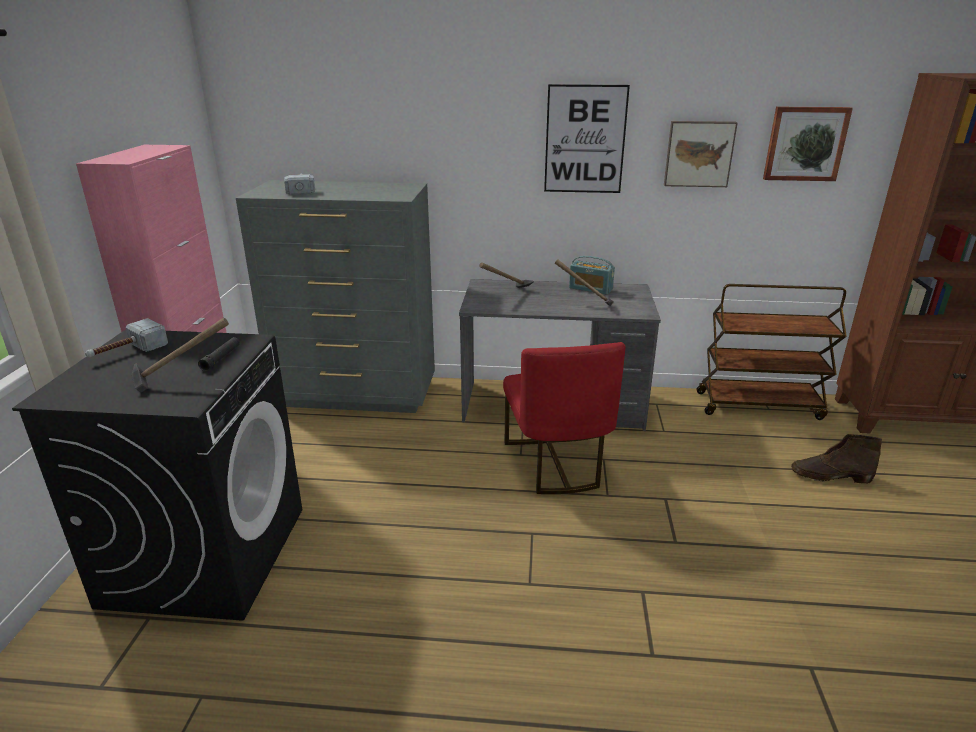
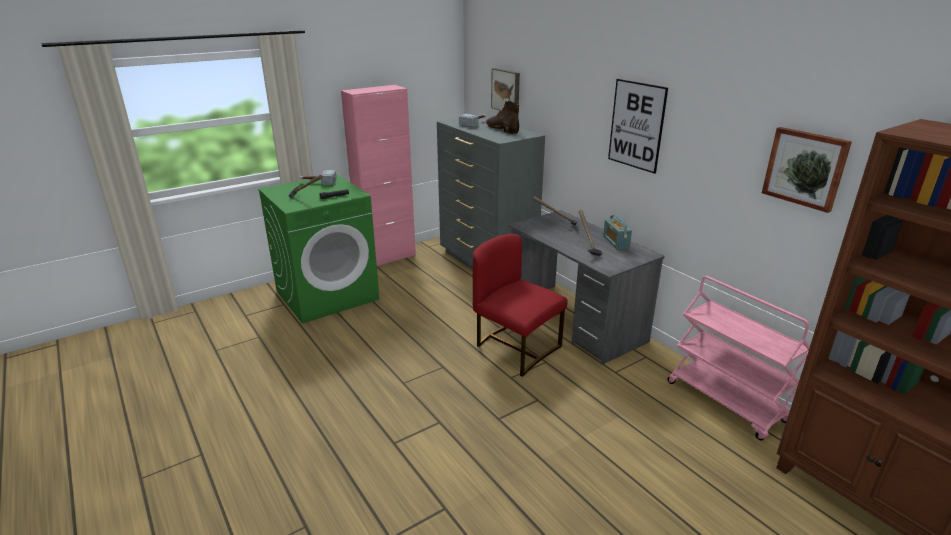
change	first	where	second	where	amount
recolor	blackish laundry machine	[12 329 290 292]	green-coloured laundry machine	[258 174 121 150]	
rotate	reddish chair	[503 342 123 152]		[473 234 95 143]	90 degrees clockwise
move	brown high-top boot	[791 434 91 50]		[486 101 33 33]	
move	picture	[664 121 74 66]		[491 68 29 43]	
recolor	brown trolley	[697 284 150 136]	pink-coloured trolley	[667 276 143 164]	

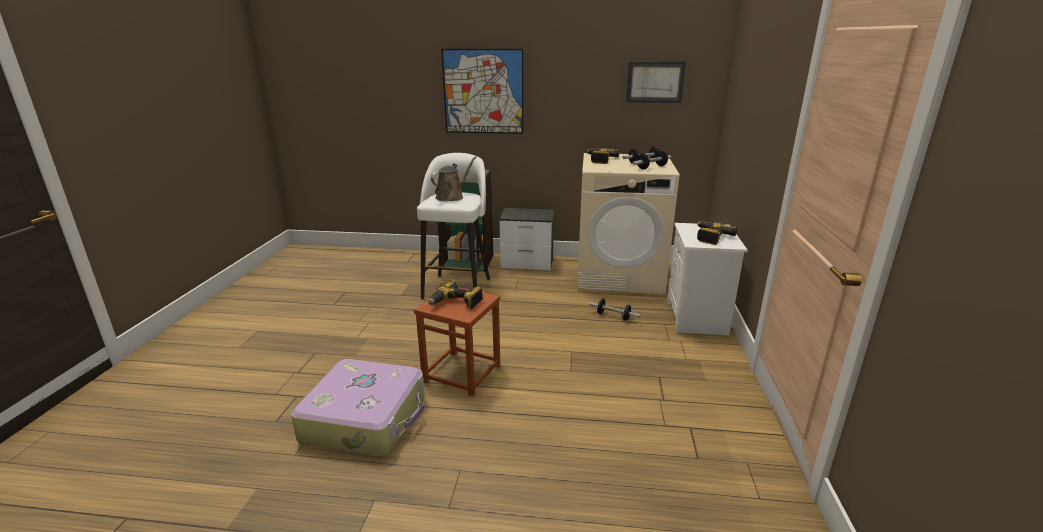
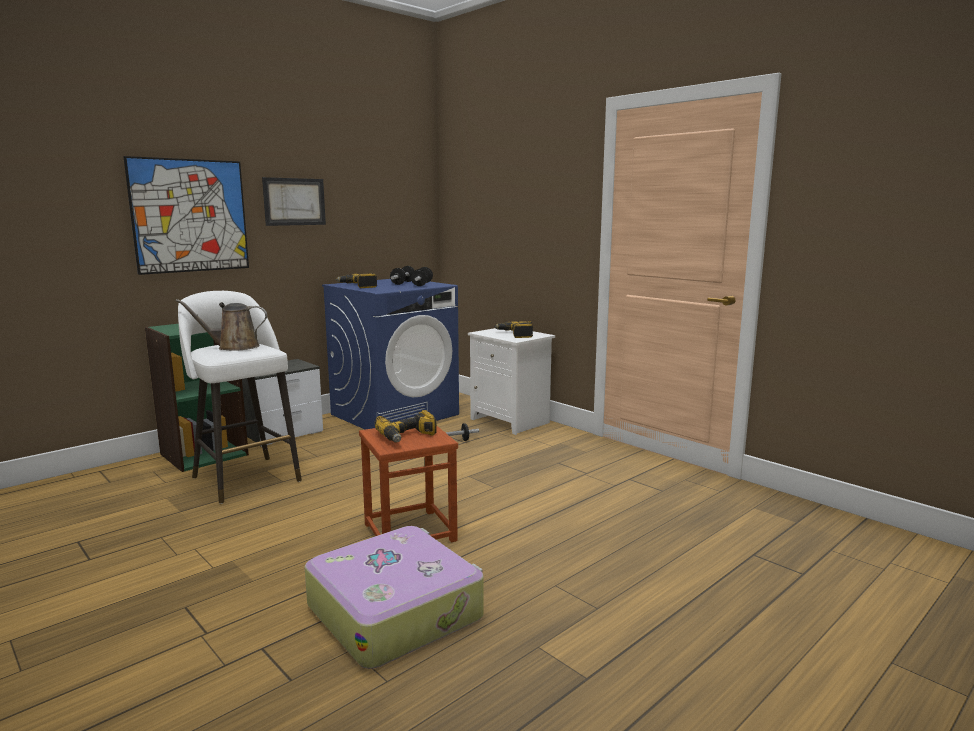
change	first	where	second	where	amount
rotate	brown watering can	[431 156 46 46]		[176 299 91 52]	90 degrees counterclockwise
move	picture	[626 62 60 41]		[262 177 64 49]	
recolor	beige laundry machine	[577 153 103 141]	blue-coloured laundry machine	[322 279 137 151]	

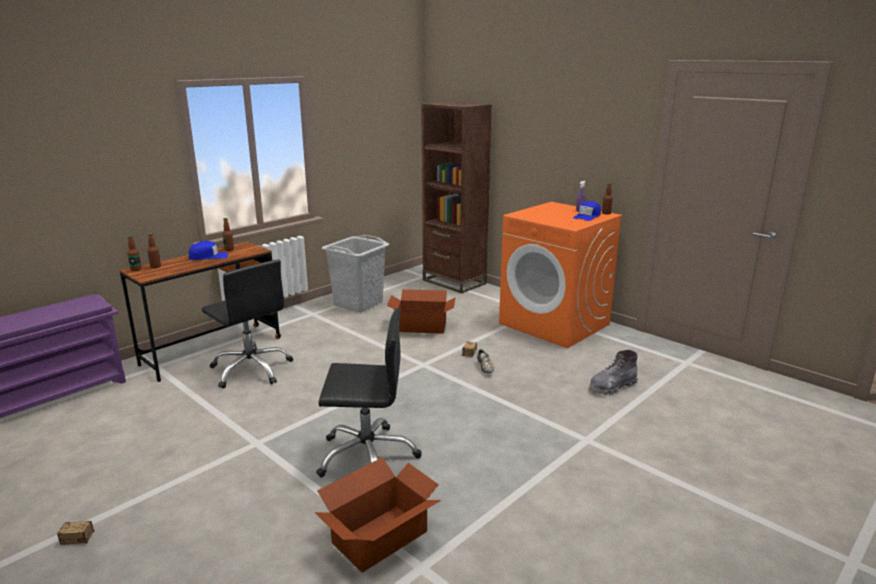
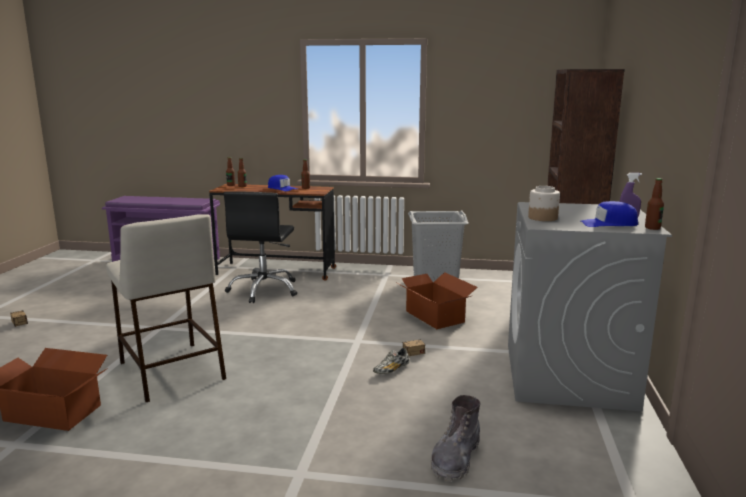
change	first	where	second	where	amount
replace	blackish office chair	[316 308 105 170]	beige stool	[106 214 120 188]	
rotate	gray high-top boot	[589 350 49 45]		[431 395 49 87]	90 degrees counterclockwise
recolor	orange laundry machine	[499 202 124 146]	gray laundry machine	[508 202 164 209]	
insert			preserve jar	[528 186 32 35]	

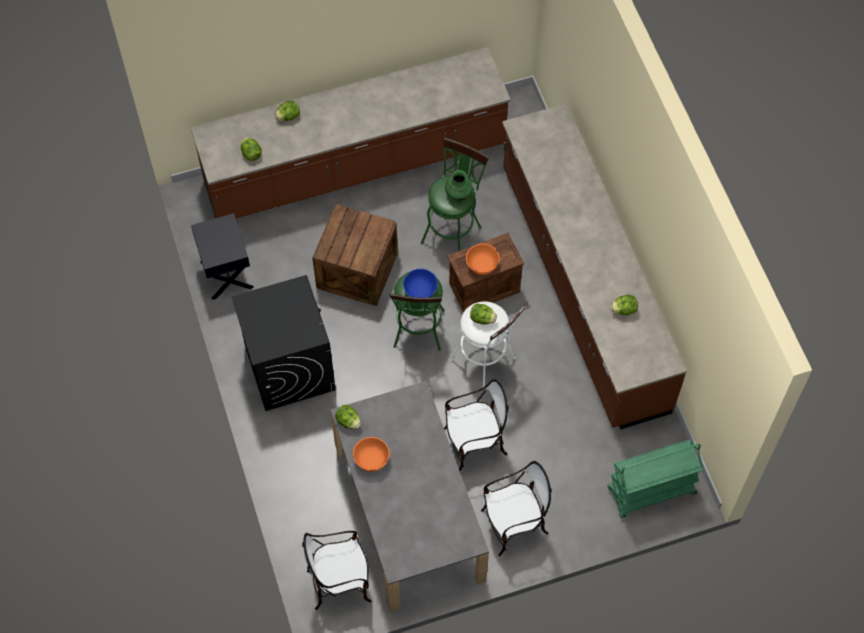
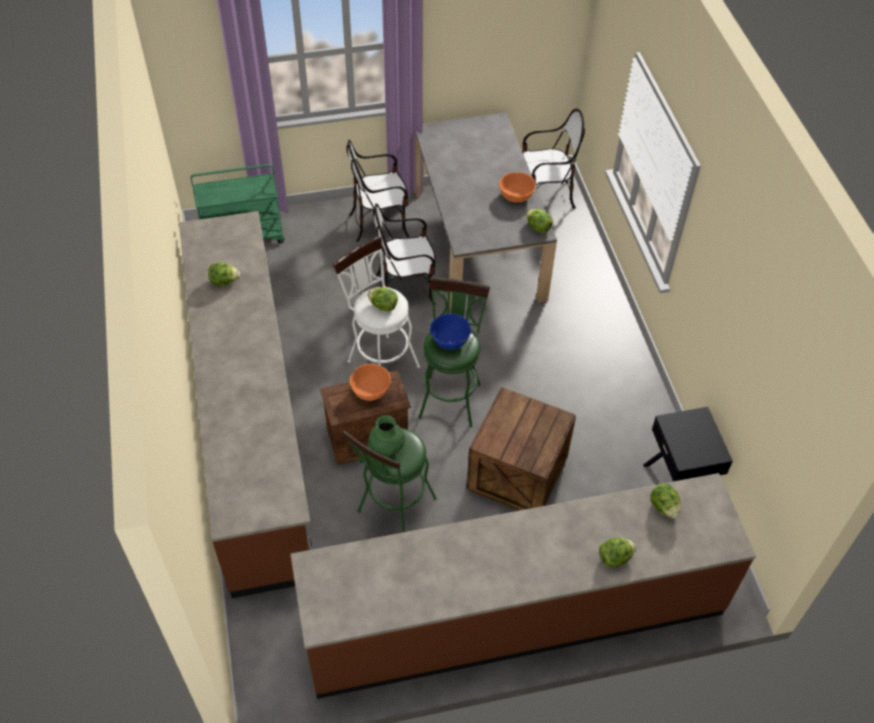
change	first	where	second	where	amount
delete	blackish laundry machine	[231 275 105 136]			

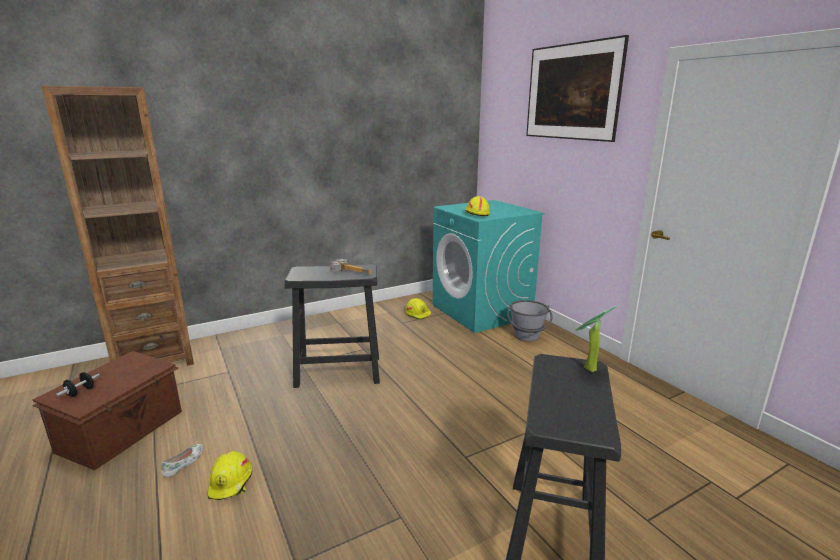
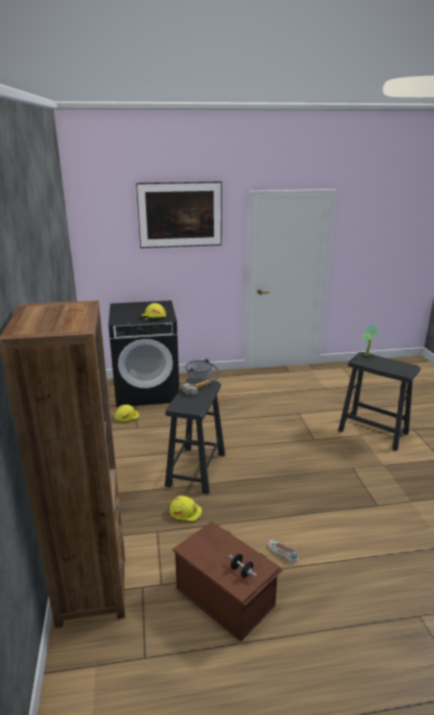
change	first	where	second	where	amount
recolor	blue-green laundry machine	[433 200 112 133]	blackish laundry machine	[108 300 71 107]	
move	yellow-coloured safety helmet	[208 451 44 49]		[169 496 33 27]	

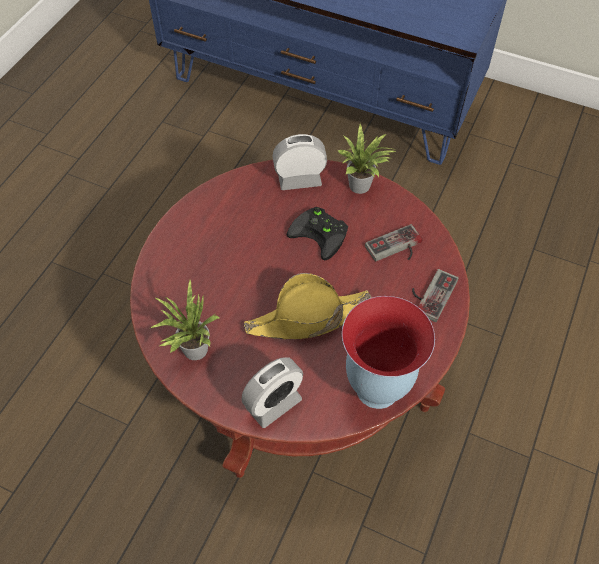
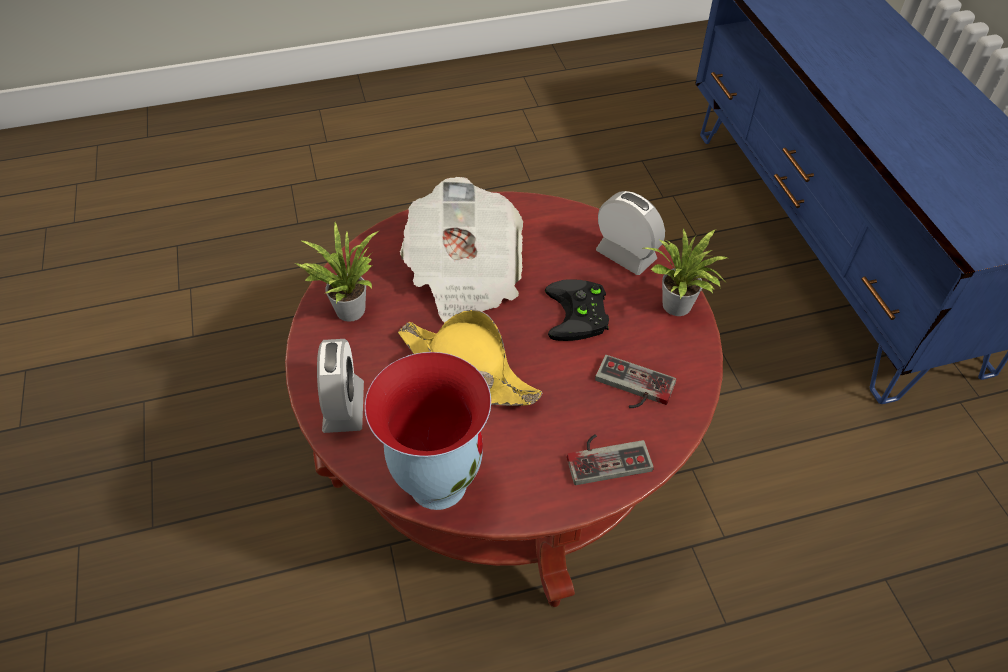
change	first	where	second	where	amount
rotate	bedside clock	[241 357 62 71]		[317 339 47 94]	105 degrees counterclockwise
insert			daily paper	[400 177 123 146]	

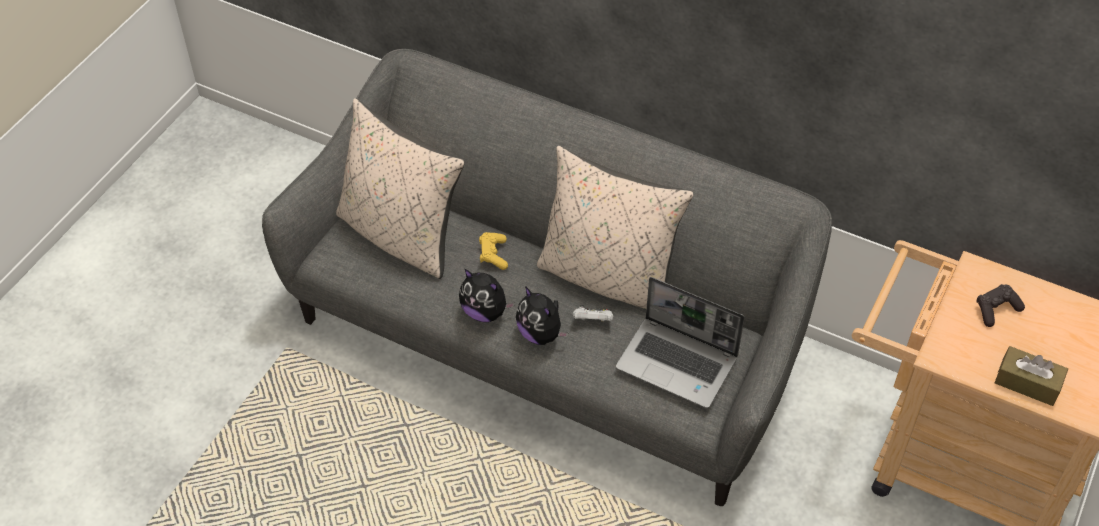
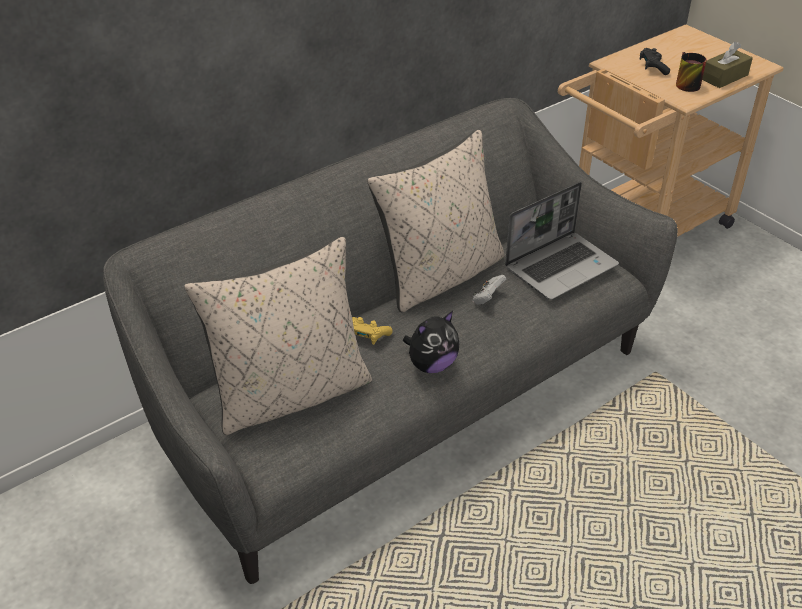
change	first	where	second	where	amount
insert			mug	[676 52 31 40]	
delete	plush toy	[516 286 52 59]			

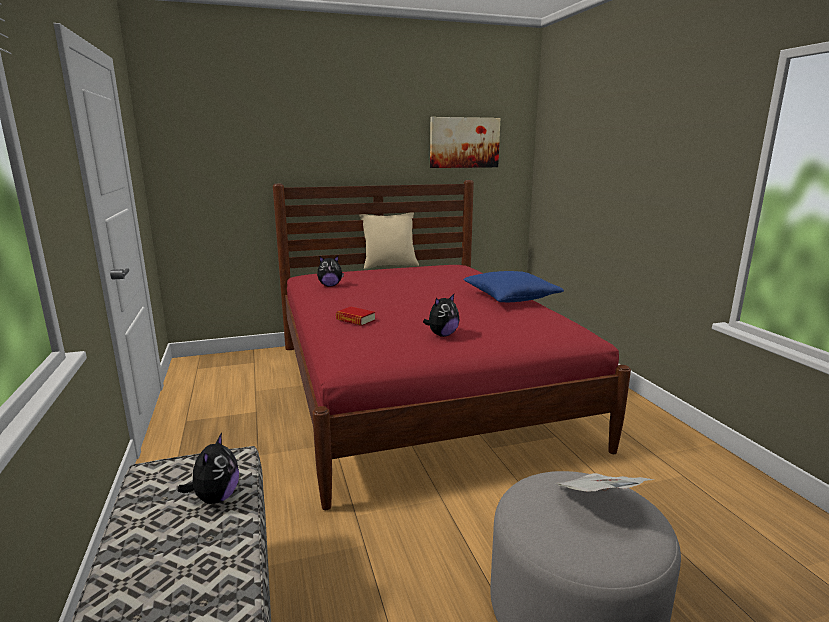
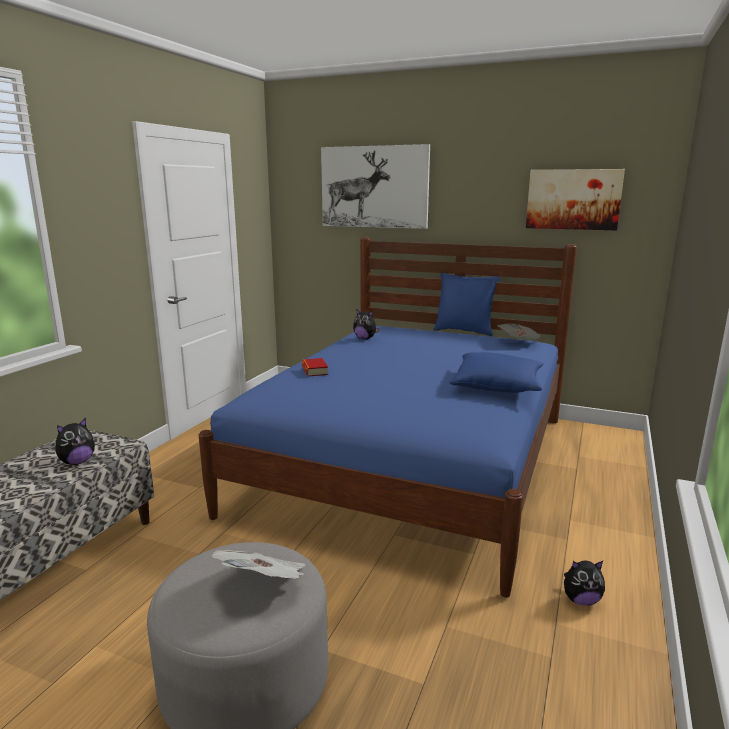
change	first	where	second	where	amount
recolor	reddish bedroom bed	[273 180 358 330]	blue-coloured bedroom bed	[199 237 378 361]	
insert			picture	[321 144 109 85]	
recolor	beige throw pillow	[359 212 60 58]	blue-coloured throw pillow	[433 273 67 63]	
insert			daily paper	[497 323 44 18]	
move	plush toy	[423 294 37 43]		[564 561 41 45]	

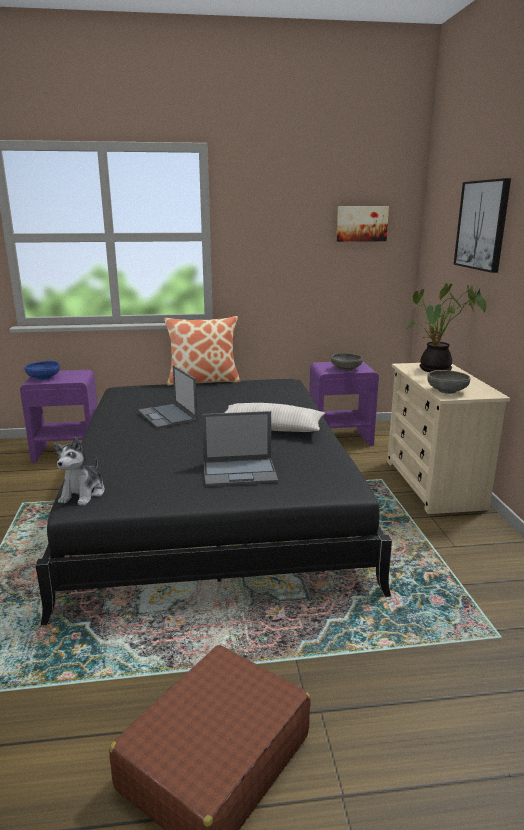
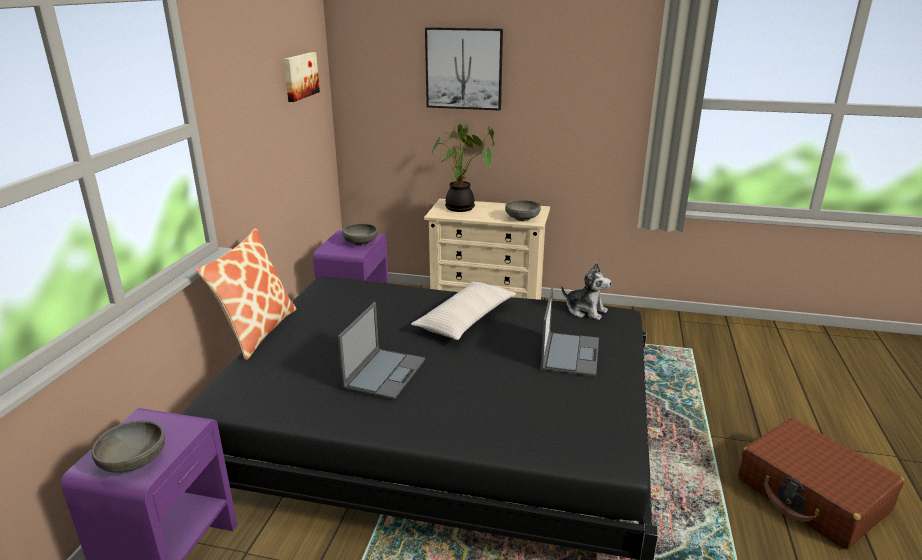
change	first	where	second	where	amount
recolor	blue-coloured serving bowl	[25 361 35 19]	gray serving bowl	[92 420 73 53]	
rotate	notebook computer	[138 365 60 64]		[338 302 87 98]	60 degrees counterclockwise
move	plush toy	[54 437 51 69]		[561 262 51 58]	

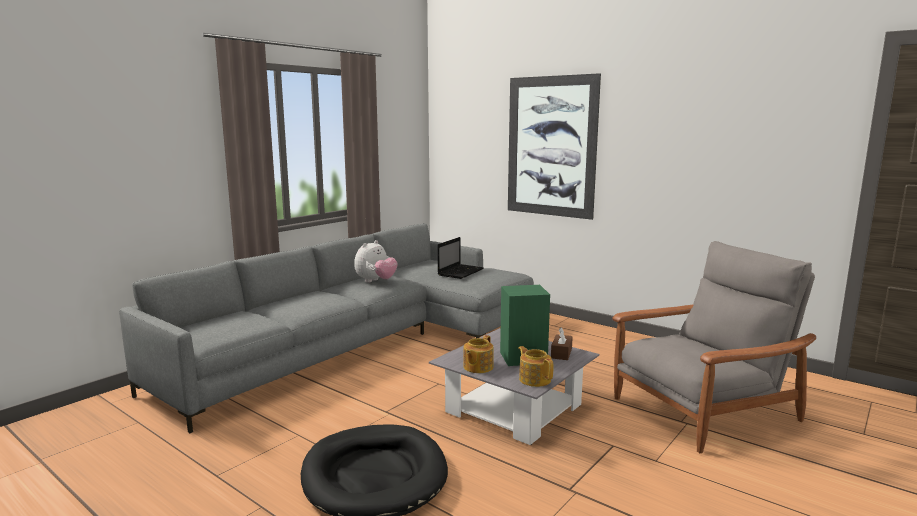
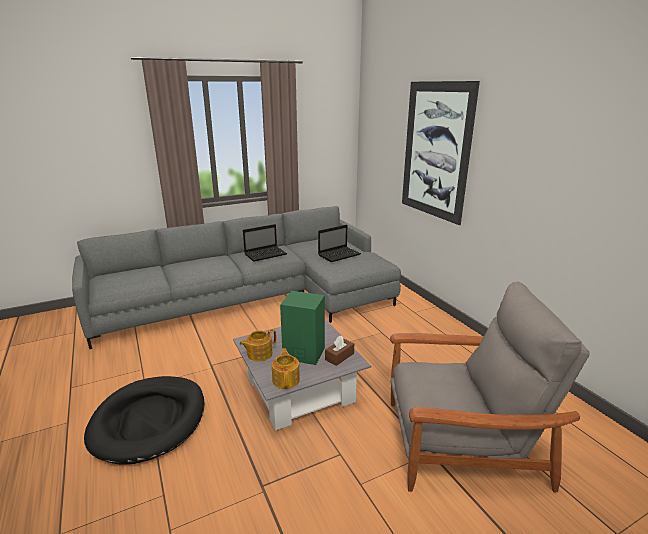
change	first	where	second	where	amount
replace	plush toy	[354 240 44 43]	notebook computer	[243 224 44 38]	

